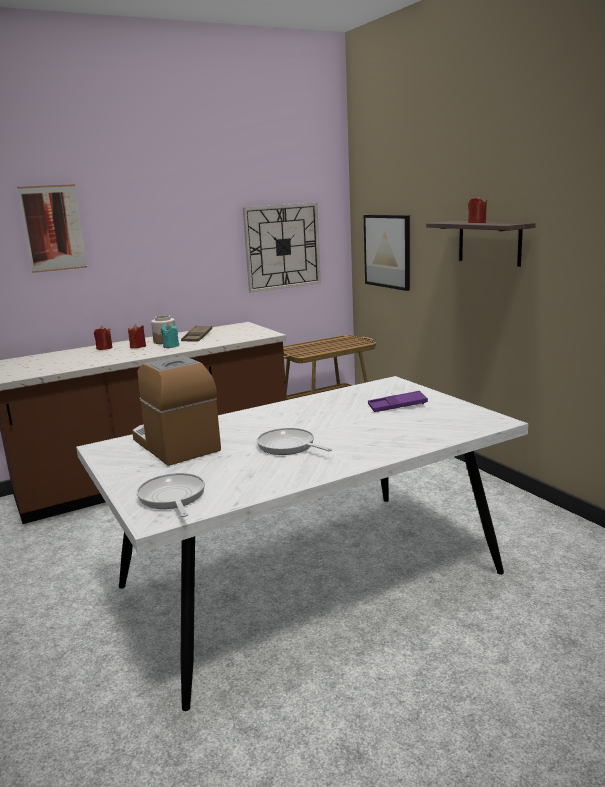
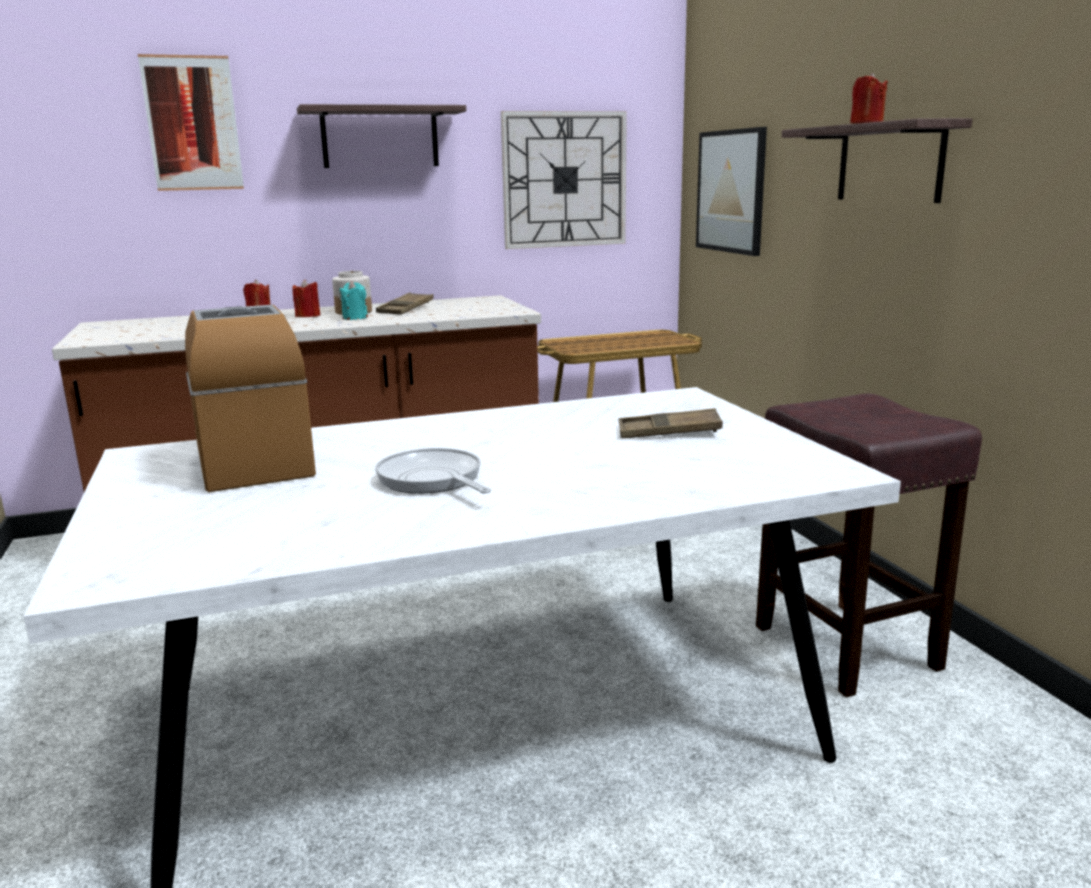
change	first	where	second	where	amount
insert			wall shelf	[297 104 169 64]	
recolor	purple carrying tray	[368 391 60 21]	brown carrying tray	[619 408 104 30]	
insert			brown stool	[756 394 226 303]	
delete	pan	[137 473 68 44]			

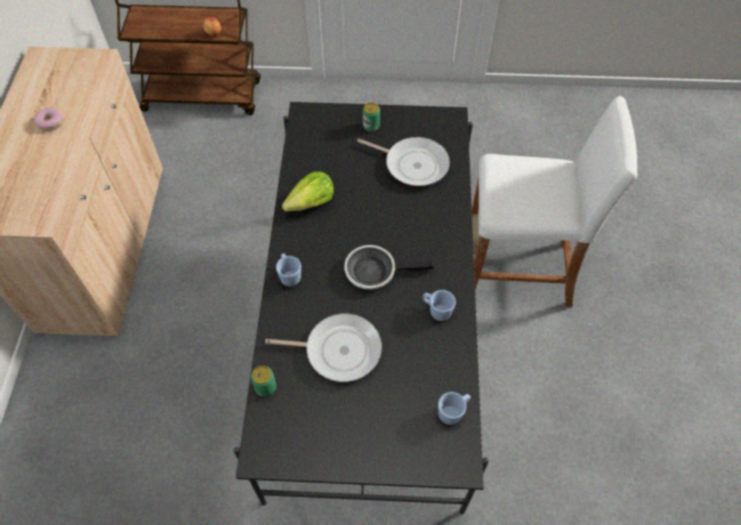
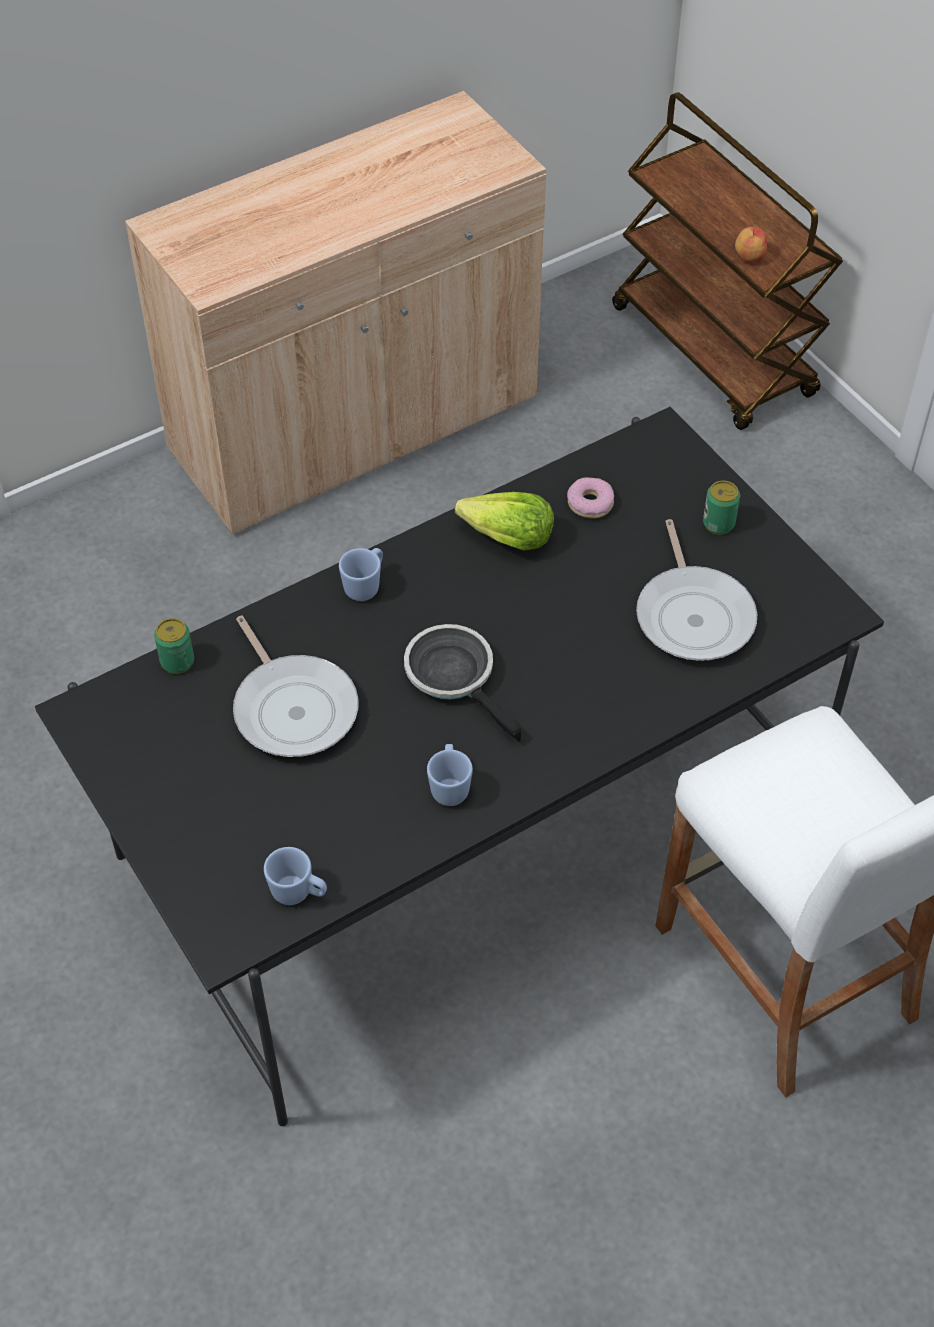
change	first	where	second	where	amount
move	donut	[34 107 29 24]		[567 477 47 42]	

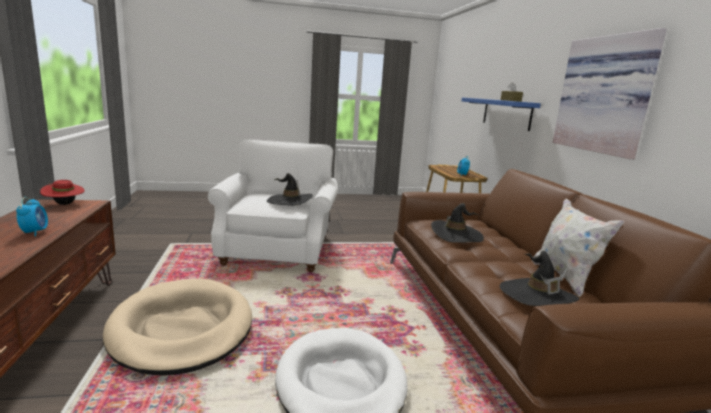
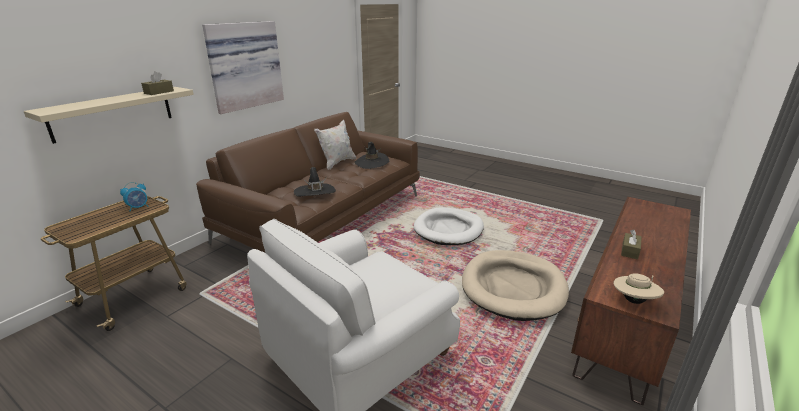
change	first	where	second	where	amount
recolor	blue-coloured wall shelf	[462 98 79 33]	beige wall shelf	[24 87 170 57]	
recolor	reddish hat	[40 180 45 25]	beige hat	[614 274 50 30]	
replace	bedside clock	[16 197 32 40]	brown box of tissues	[621 230 21 29]	
delete	blackish hat	[267 173 46 33]			

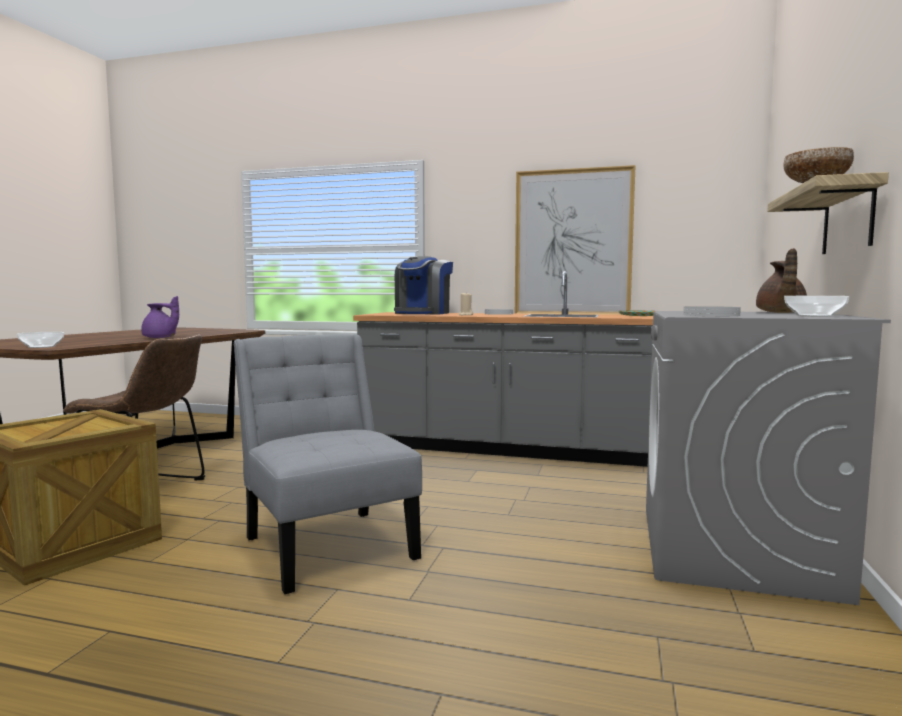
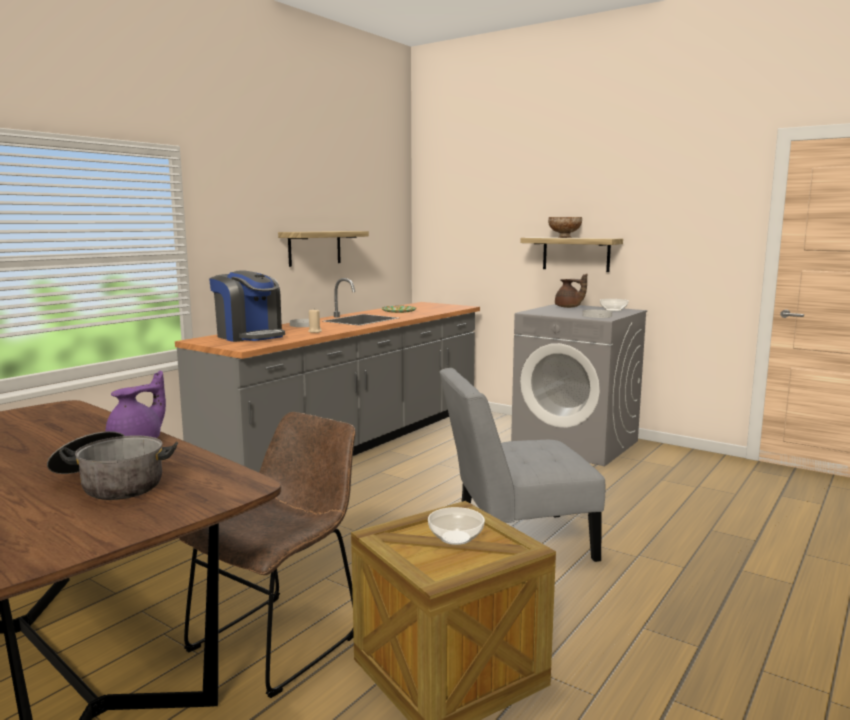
change	first	where	second	where	amount
insert			stockpot	[47 431 131 69]	
replace	picture	[515 165 121 150]	wall shelf	[278 231 91 36]	
move	serving bowl	[17 332 47 16]		[428 507 57 38]	

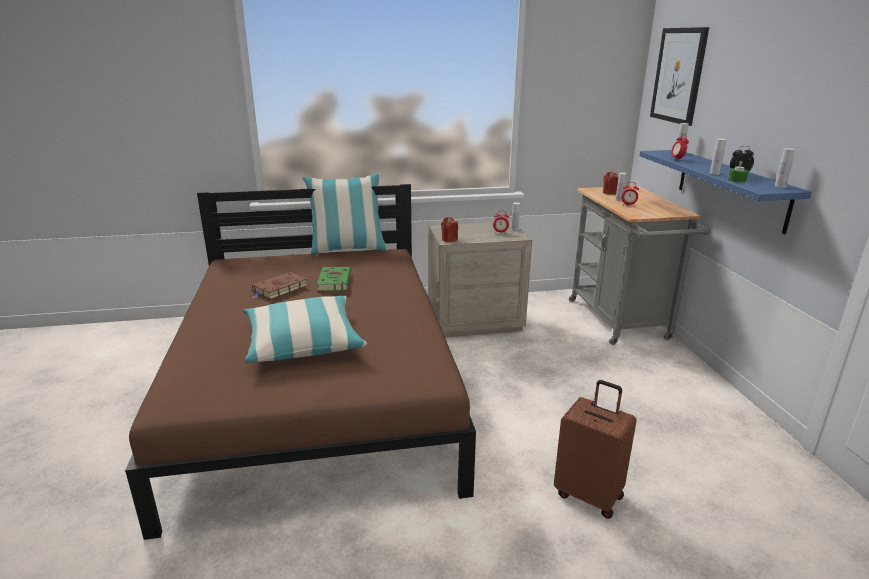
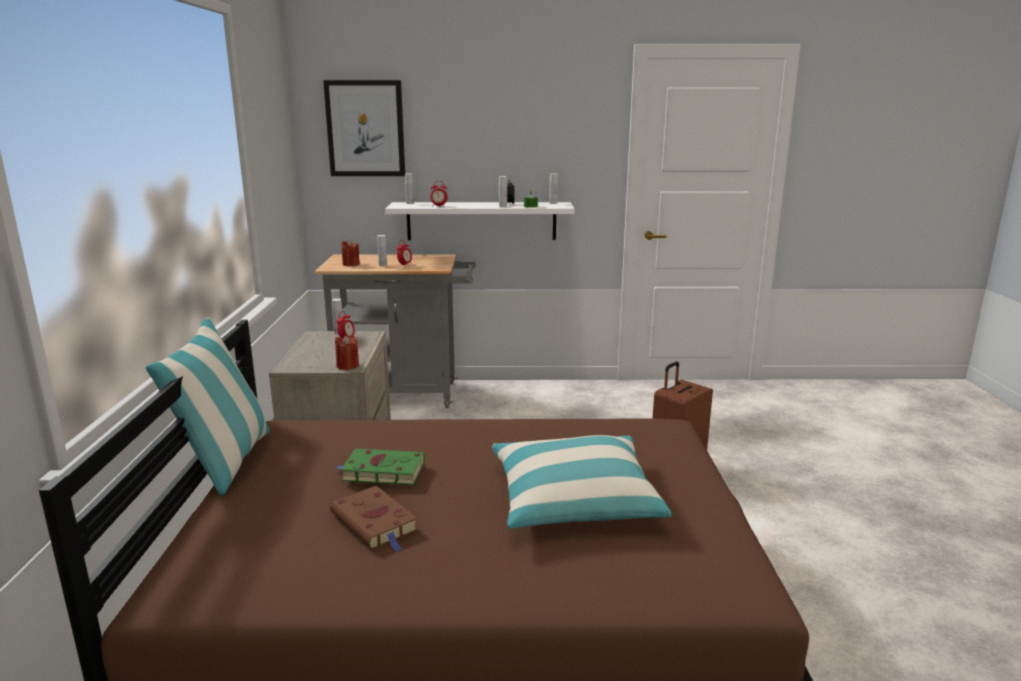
change	first	where	second	where	amount
recolor	blue-coloured wall shelf	[639 150 173 84]	white wall shelf	[385 202 190 38]	

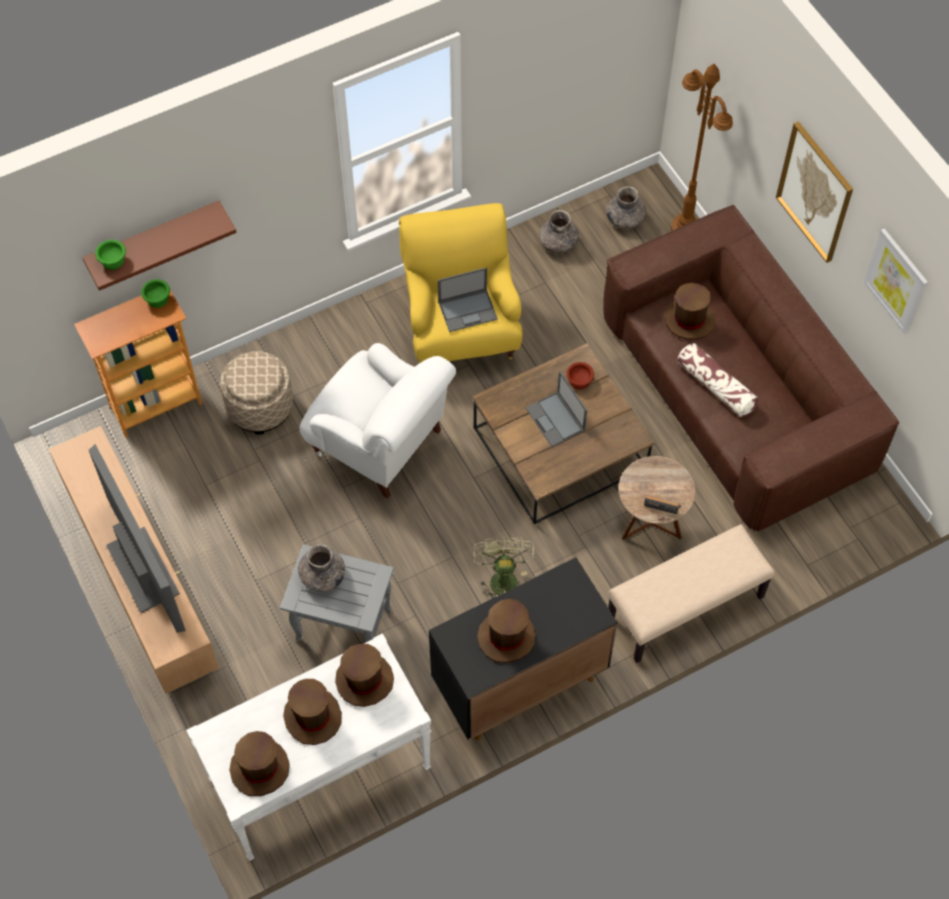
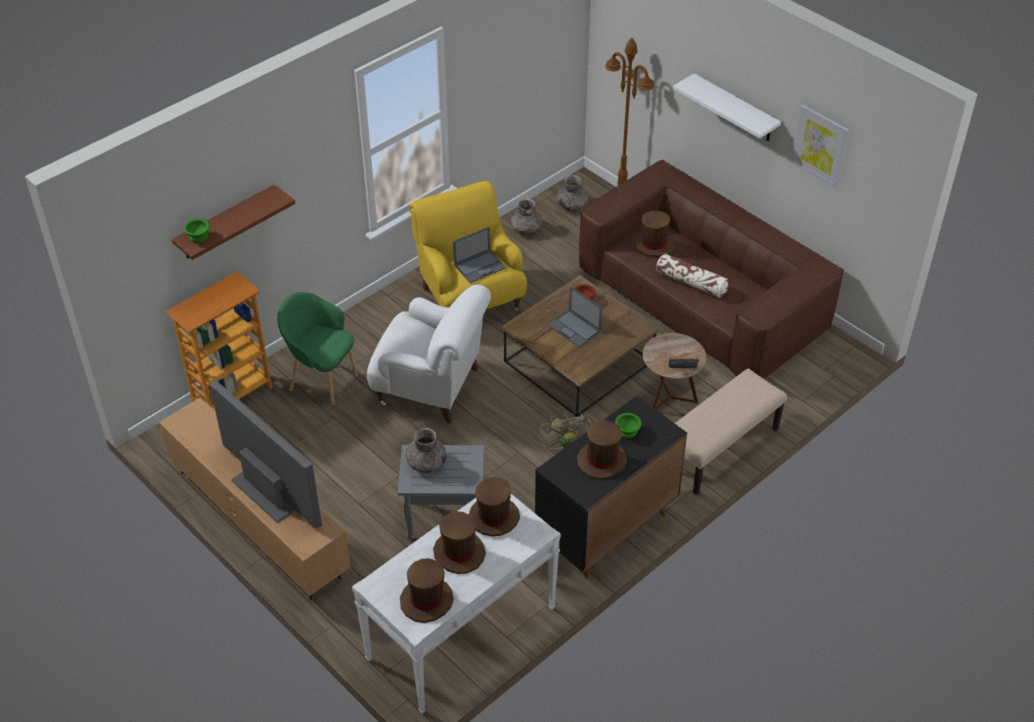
change	first	where	second	where	amount
replace	beige footrest	[220 351 73 83]	green-coloured armchair	[277 292 81 114]	
move	green-coloured serving bowl	[141 279 29 29]		[615 413 27 26]	
replace	picture	[776 121 77 142]	white wall shelf	[673 73 108 68]	

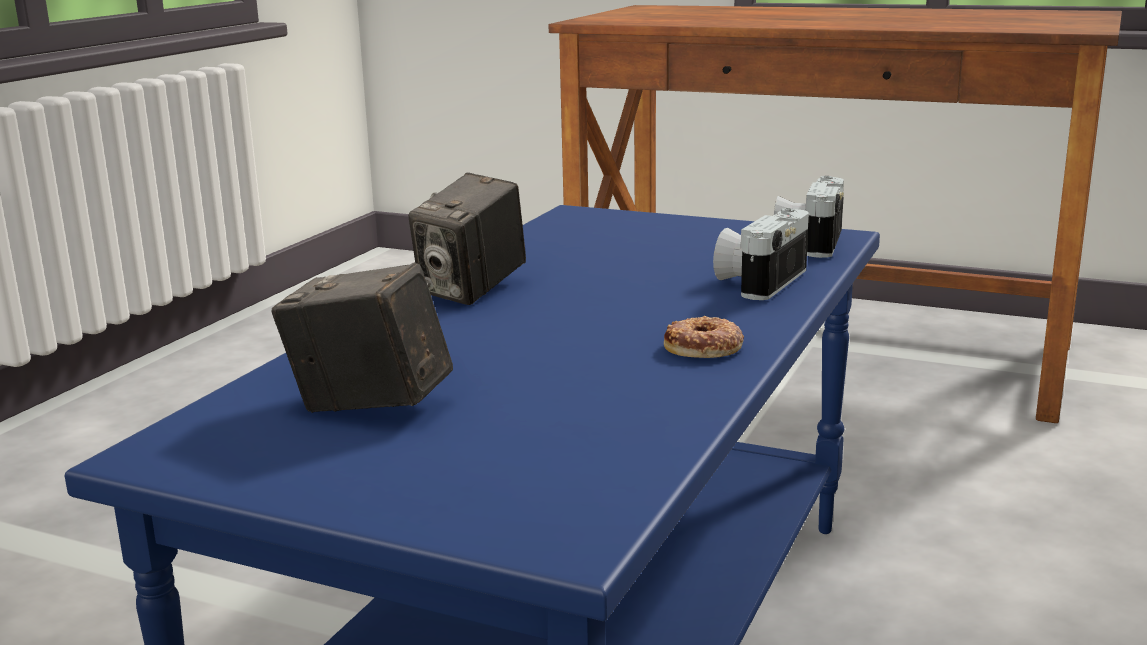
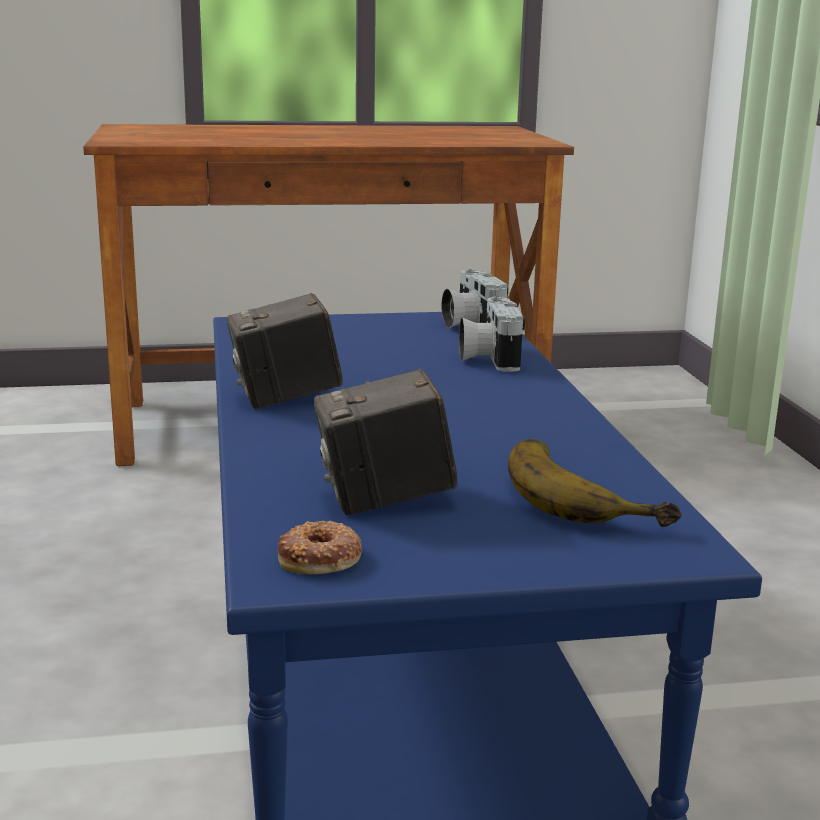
change	first	where	second	where	amount
rotate	still camera	[408 172 118 133]		[227 293 116 116]	75 degrees clockwise
move	donut	[664 316 80 42]		[278 521 84 53]	
insert			banana fruit	[508 439 174 88]	

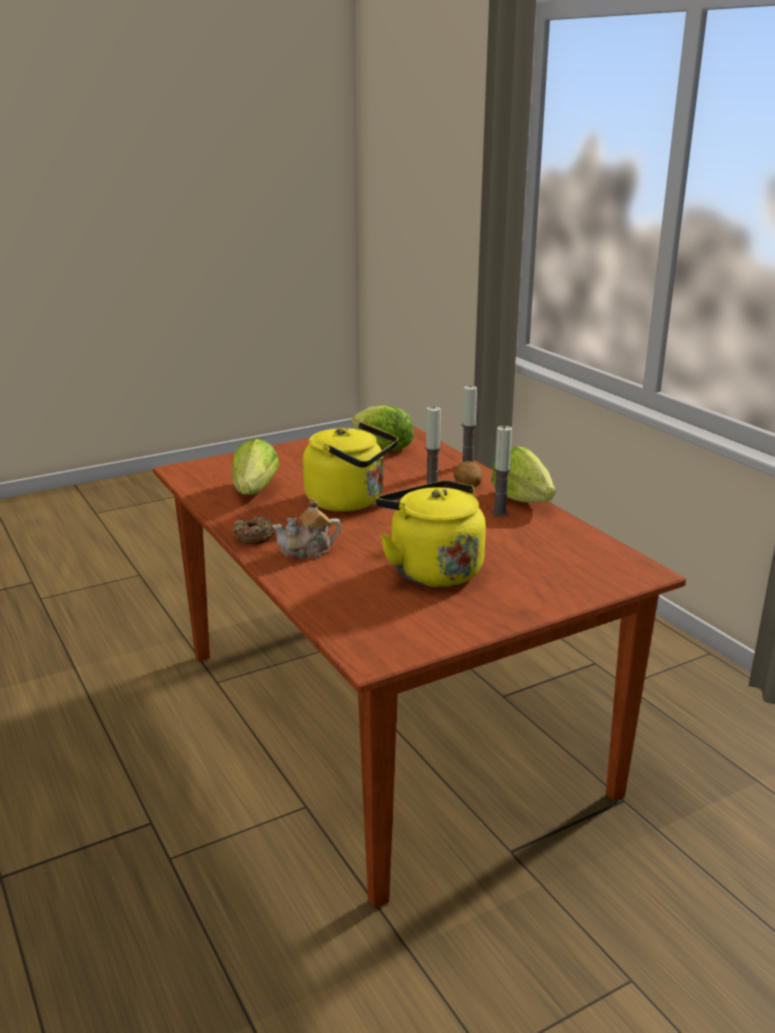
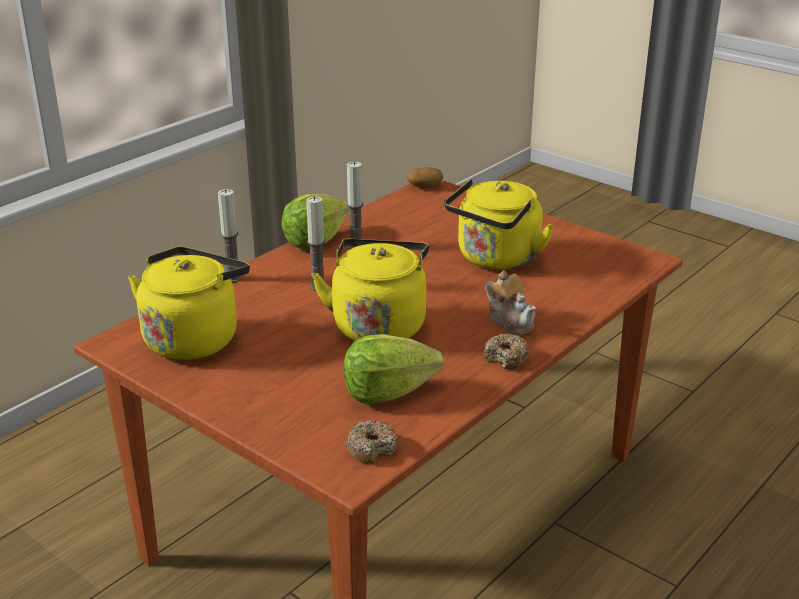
change	first	where	second	where	amount
replace	head of lettuce	[352 405 62 46]	yellow-coloured tea kettle	[128 246 122 114]	
insert			donut	[346 420 53 44]	
move	spud	[453 461 30 26]		[407 167 36 21]	

